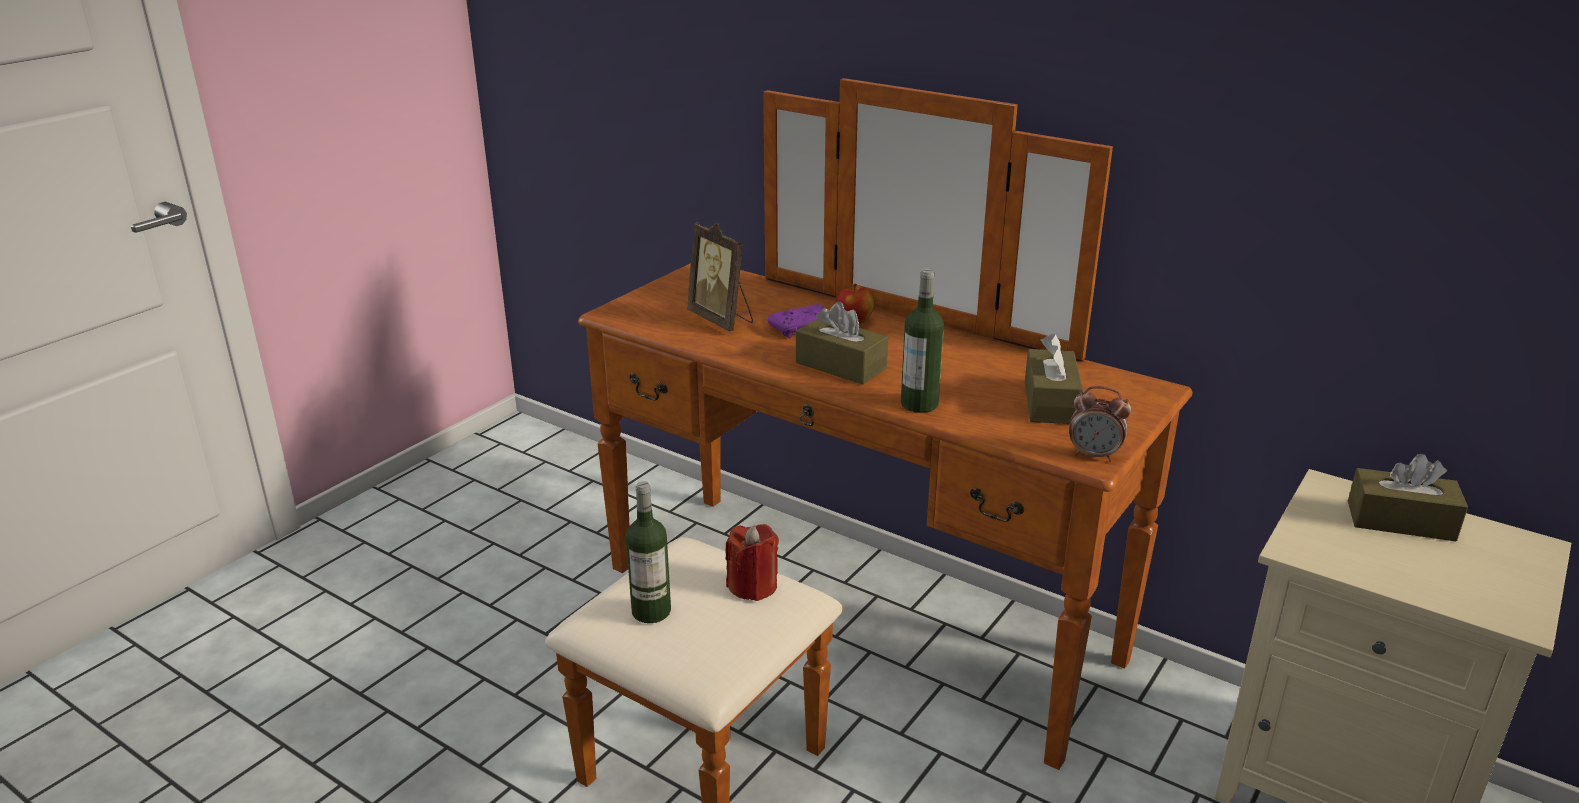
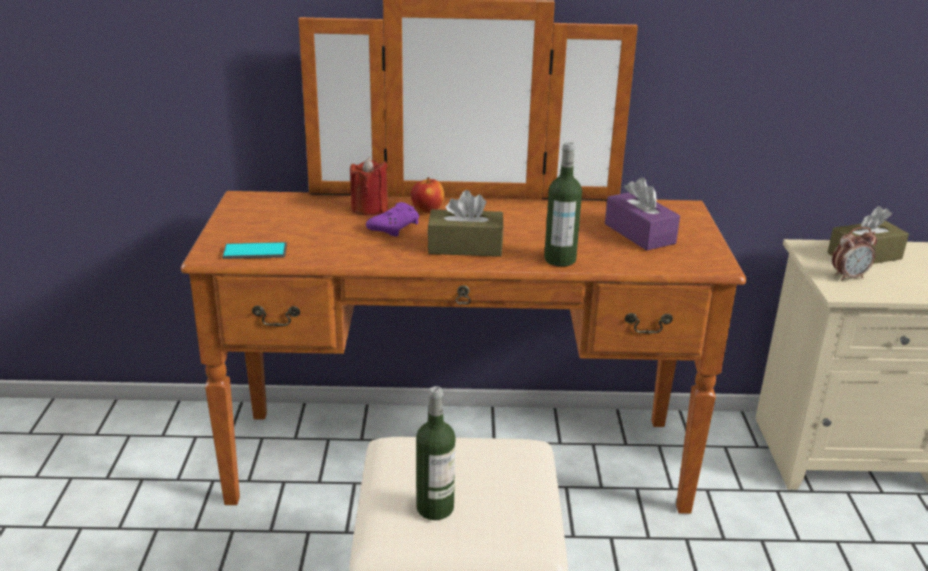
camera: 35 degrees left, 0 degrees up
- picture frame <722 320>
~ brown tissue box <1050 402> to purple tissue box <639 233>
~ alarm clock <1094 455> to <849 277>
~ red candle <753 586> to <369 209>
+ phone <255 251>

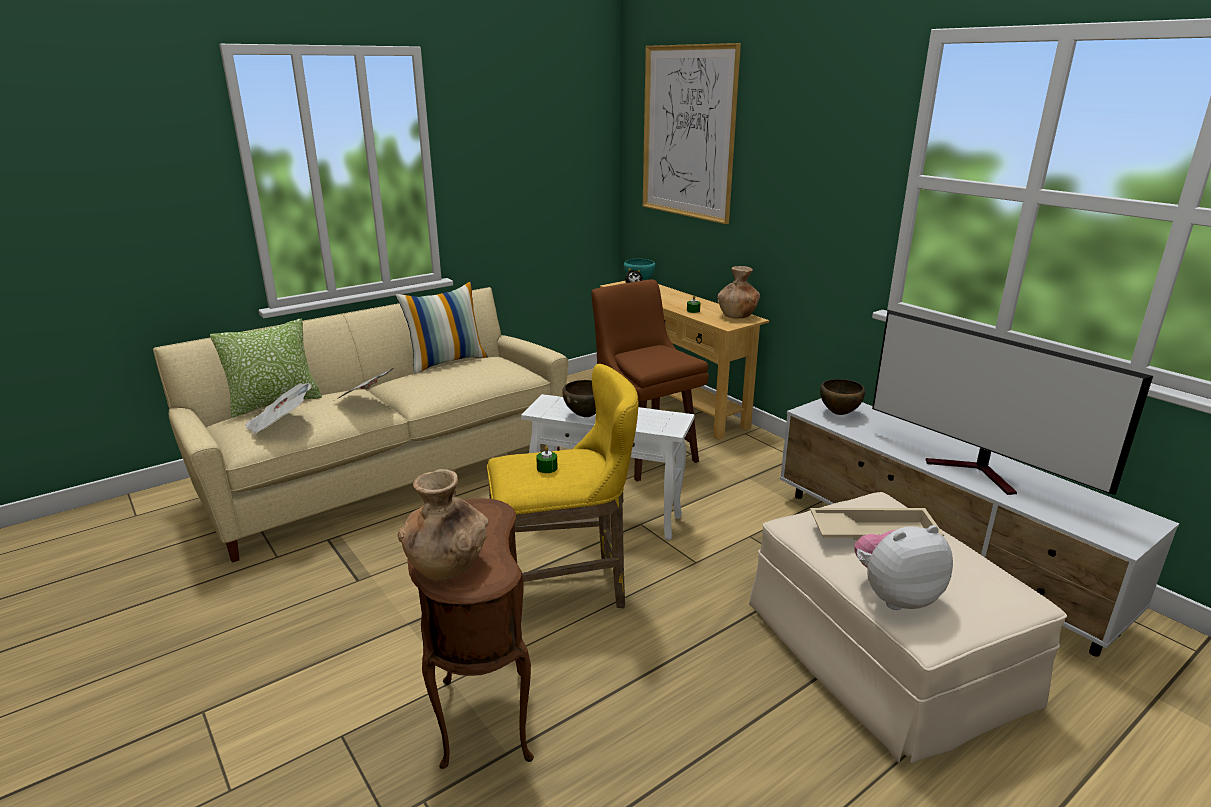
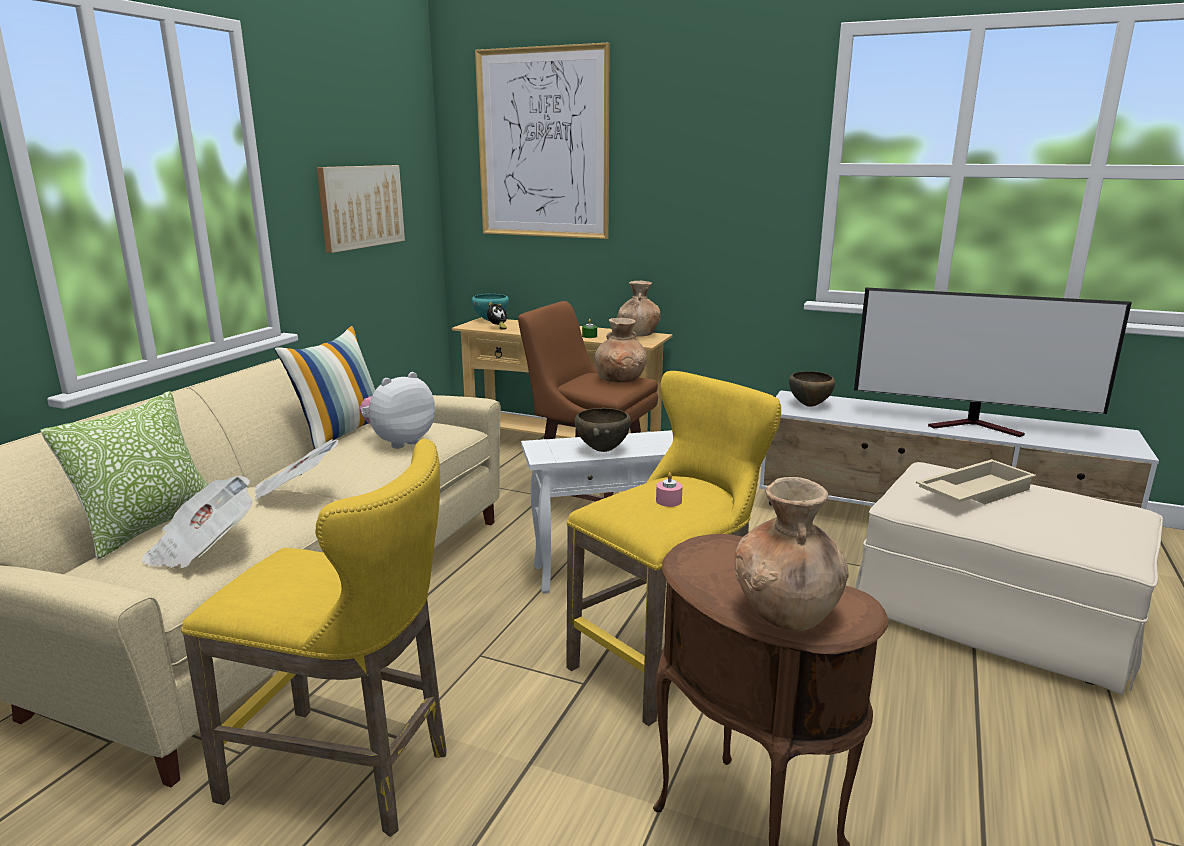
camera: 30 degrees left, 5 degrees down
~ green candle <547 468> to pink candle <668 501>
~ plush toy <894 596> to <399 442>
+ picture <361 206>
+ brown vase <620 380>
+ yellow stool <349 775>

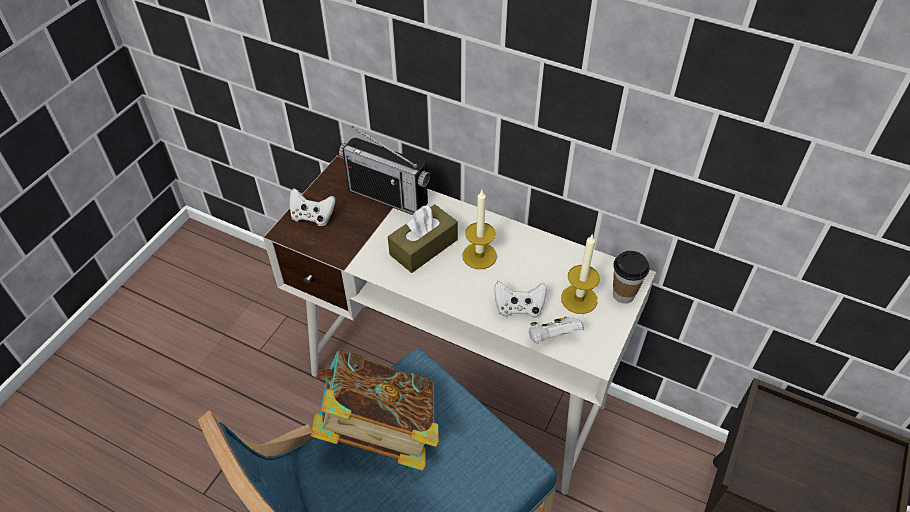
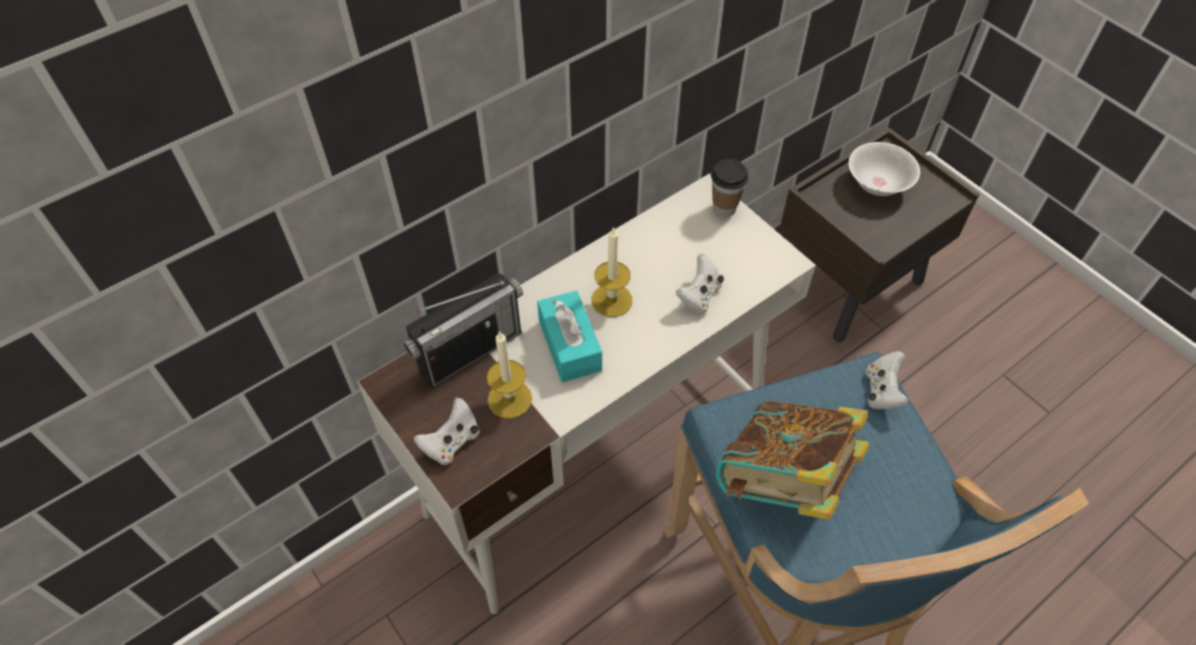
camera: 65 degrees left, 5 degrees up
~ brown tissue box <423 247> to turquoise tissue box <570 345>
~ candle <579 299> to <509 399>
~ white game controller <552 338> to <882 391>
+ white bowl <877 185>

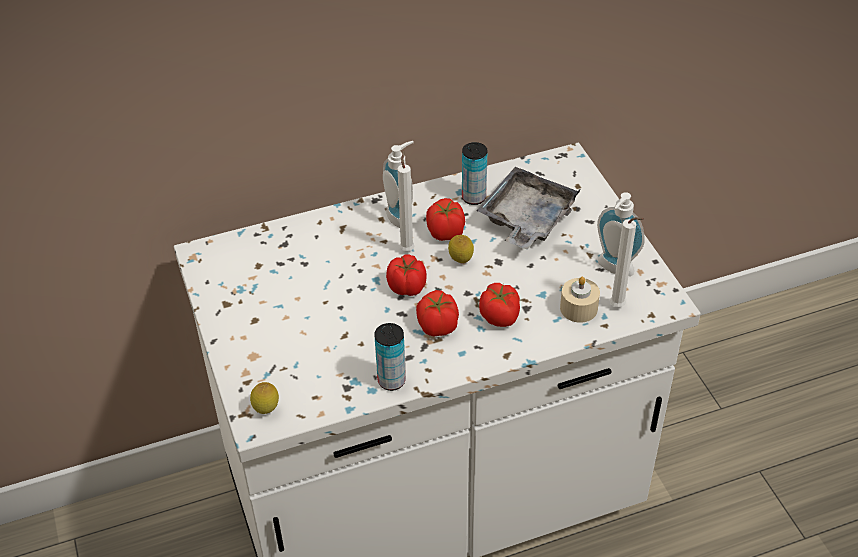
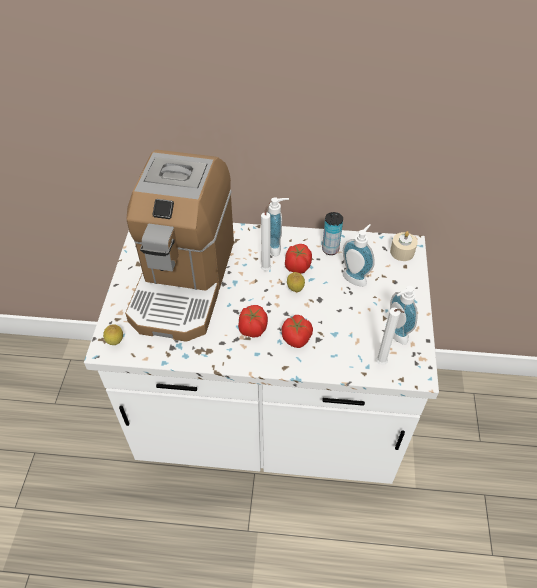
camera: 25 degrees right, 5 degrees up
~ grey tray <526 219> to soap dispenser <356 277>
- tomato <407 287>
~ beige candle <578 308> to <402 252>
- can <391 381>
+ coffee machine <183 281>

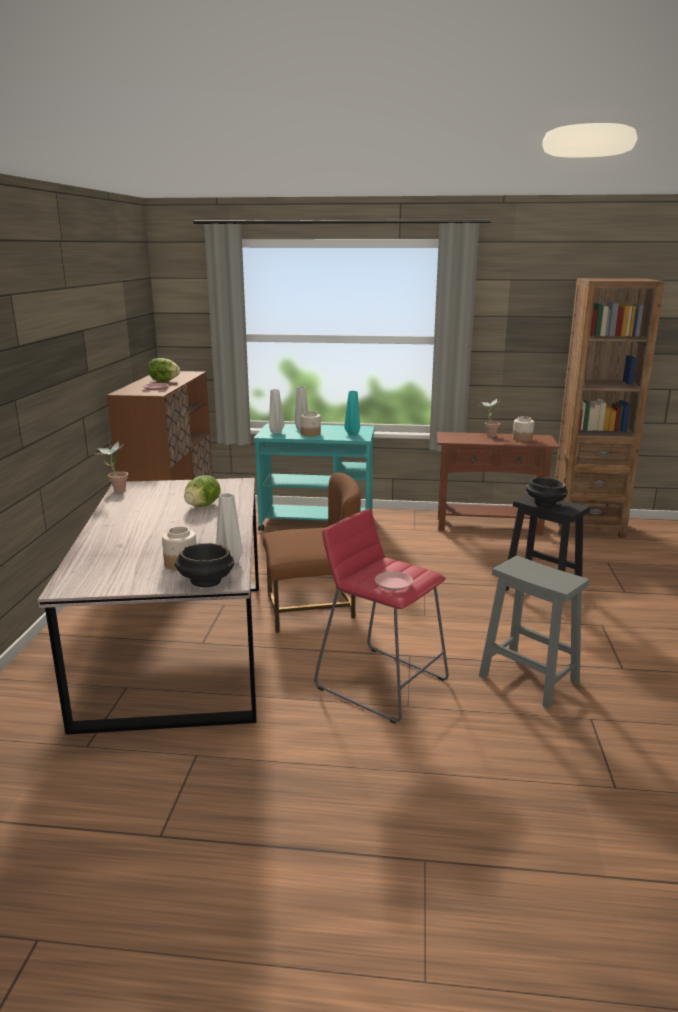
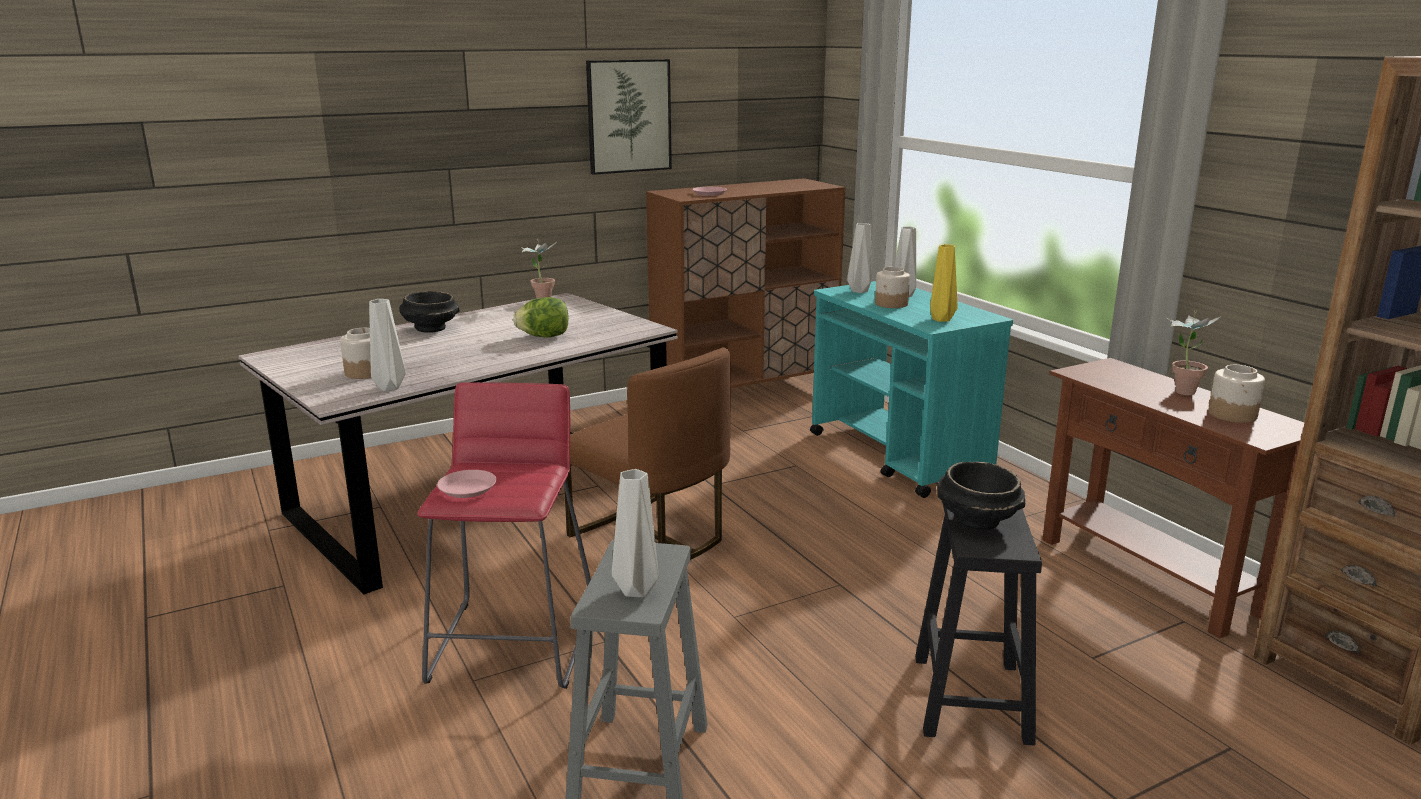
camera: 55 degrees right, 0 degrees up
- lettuce <164 381>
~ turquoise vase <353 434> to yellow vase <941 320>
~ black bowl <205 581> to <431 328>
+ picture <628 116>
+ grey vase <635 589>

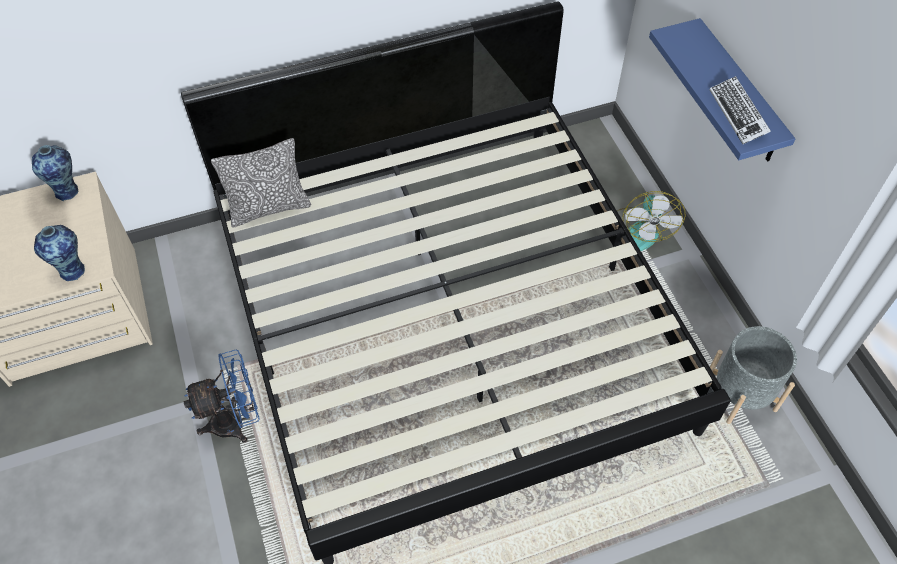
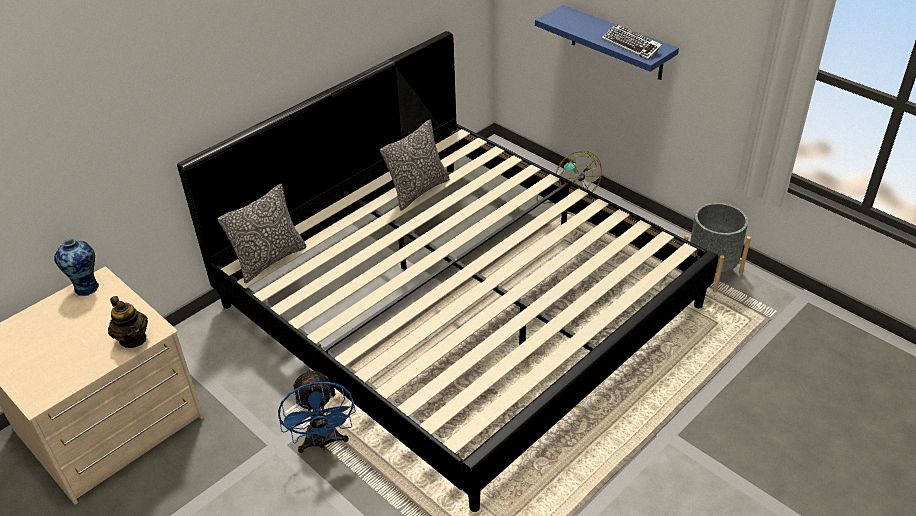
camera: 25 degrees left, 15 degrees down
~ vase <72 269> to teapot <133 339>
~ blue fan <236 421> = <323 443> 120 degrees clockwise
+ pillow <418 191>

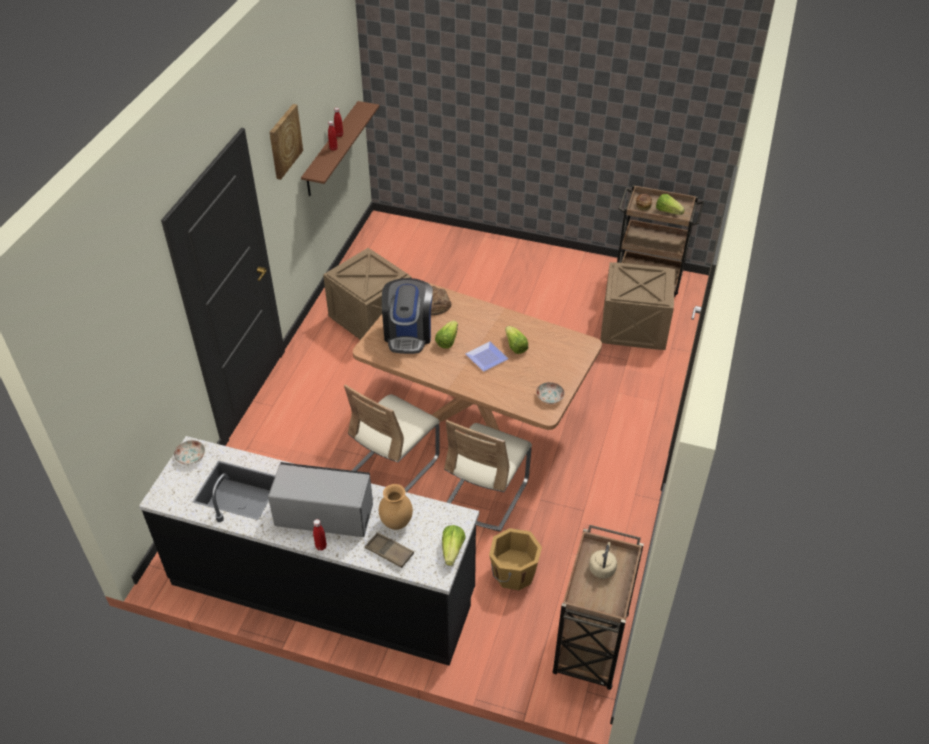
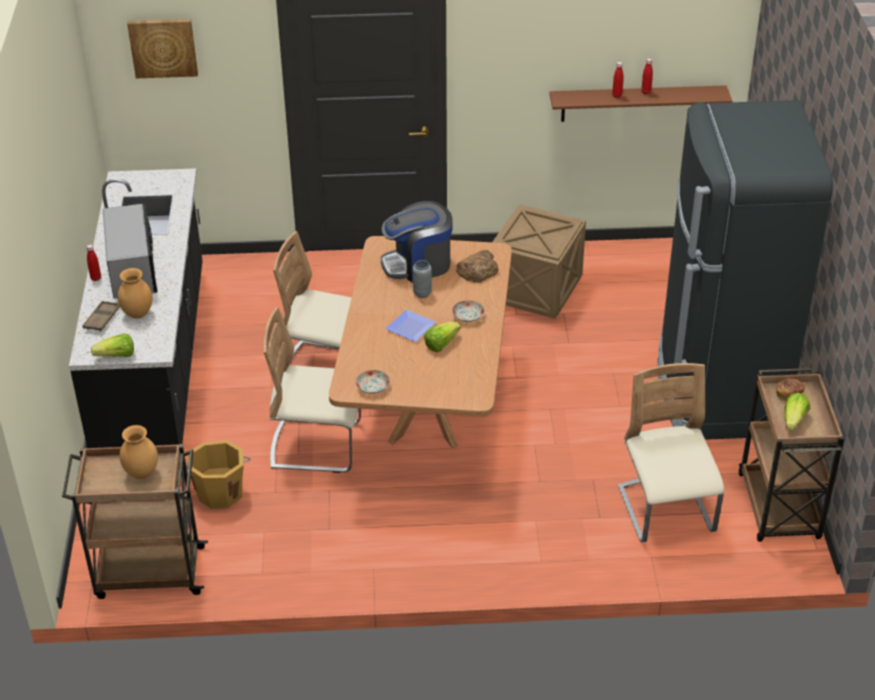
camera: 70 degrees right, 5 degrees down
~ picture <284 141> to <163 47>
~ crate <632 327> to beige chair <666 511>
~ lettuce <447 340> to grey vase <422 293>
~ plate <190 456> to <468 316>
~ beige kettle <602 568> to brown vase <142 473>
+ black fridge <717 393>

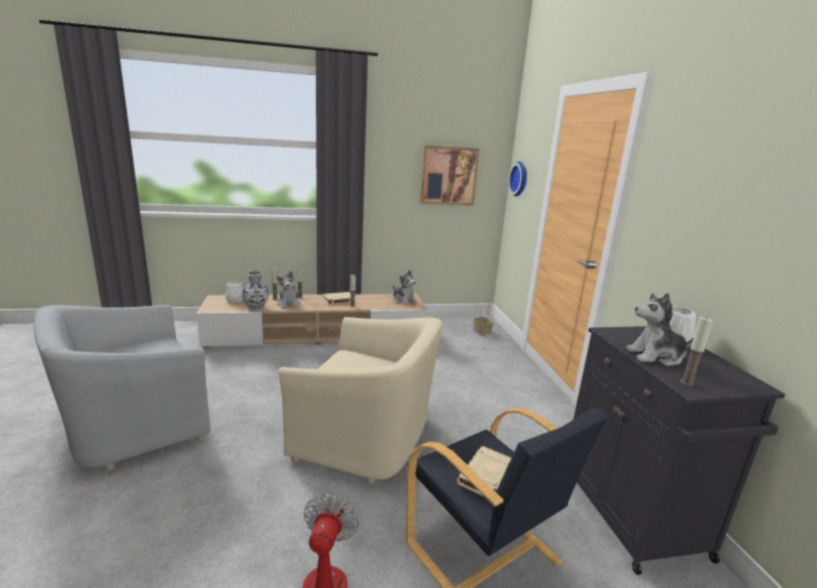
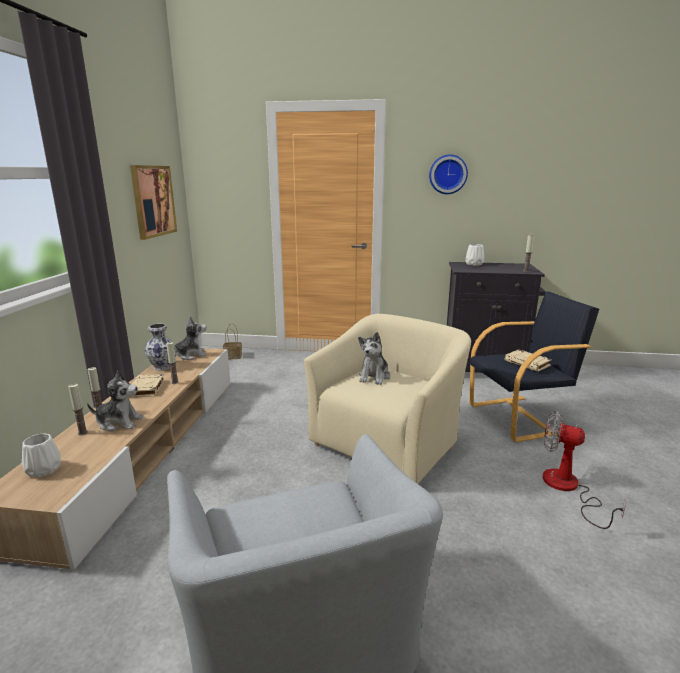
camera: 70 degrees left, 0 degrees up
~ wall clock <520 179> to <448 174>
~ vase <256 308> to <162 367>
~ plush toy <656 356> to <374 377>

